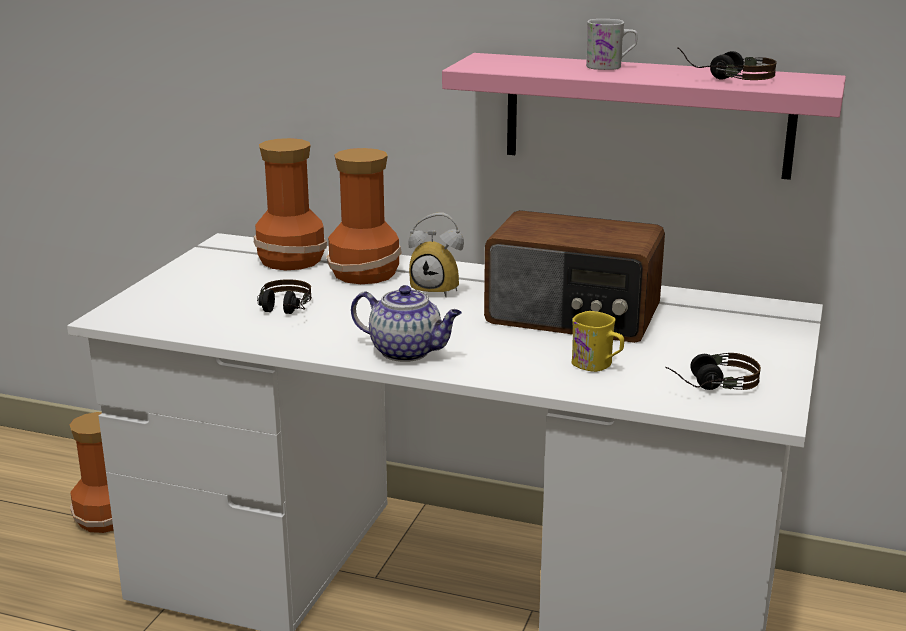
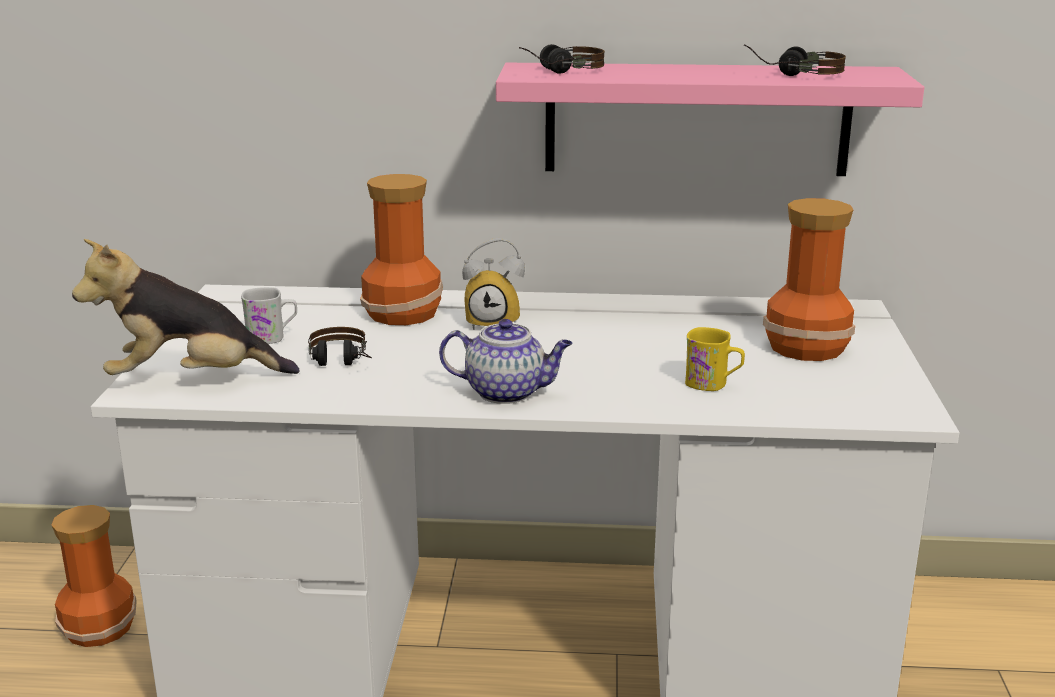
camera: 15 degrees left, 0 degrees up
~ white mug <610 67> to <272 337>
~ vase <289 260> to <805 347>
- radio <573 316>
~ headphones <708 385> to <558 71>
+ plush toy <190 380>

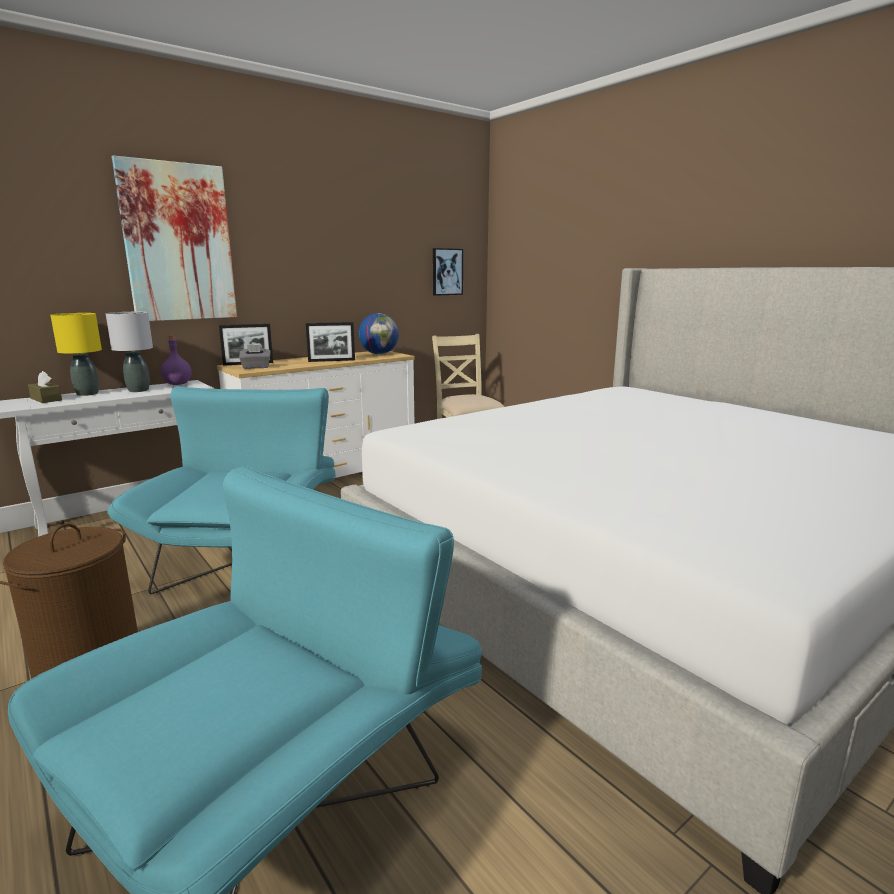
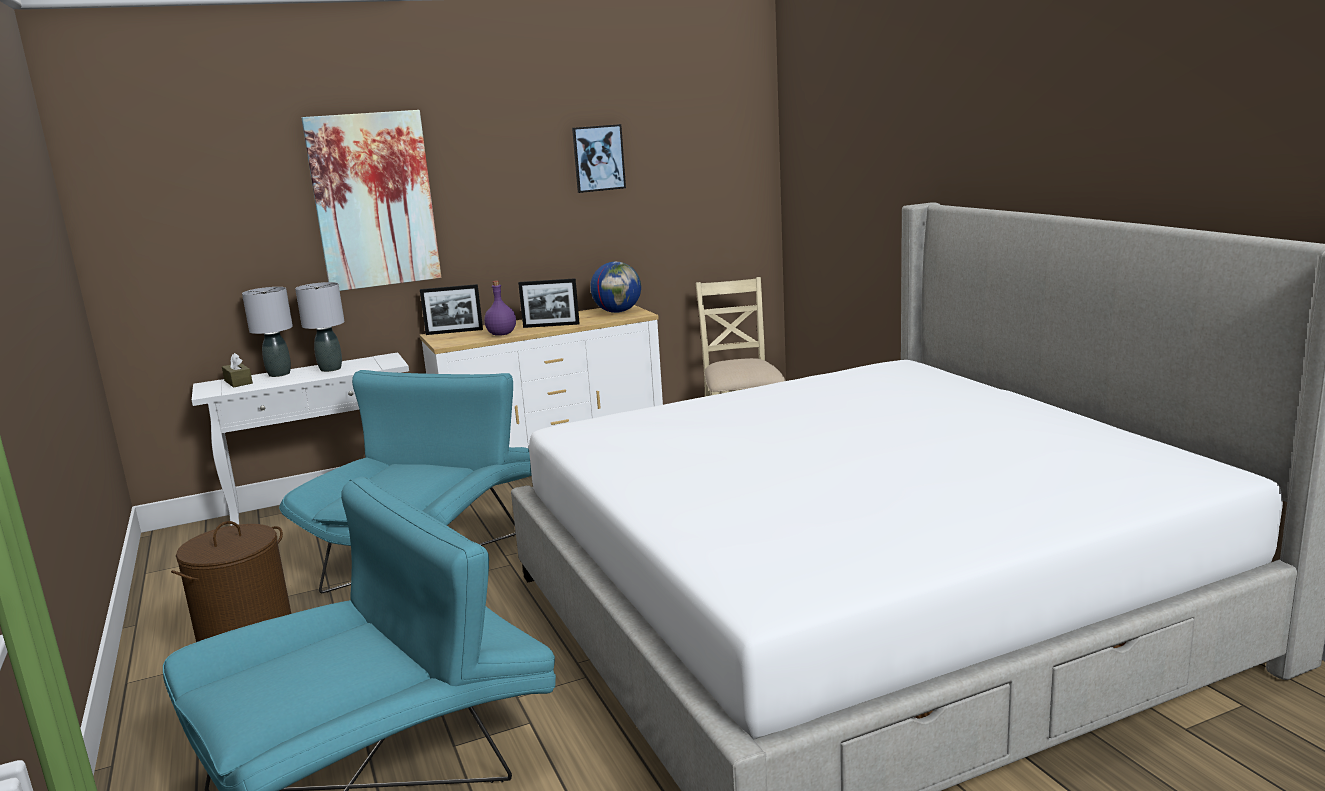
camera: 15 degrees right, 0 degrees up
~ picture <447 272> to <598 158>
~ yellow table lamp <88 394> to grey table lamp <279 374>
~ purple bottle <177 384> to <501 334>
- grey tissue box <256 367>

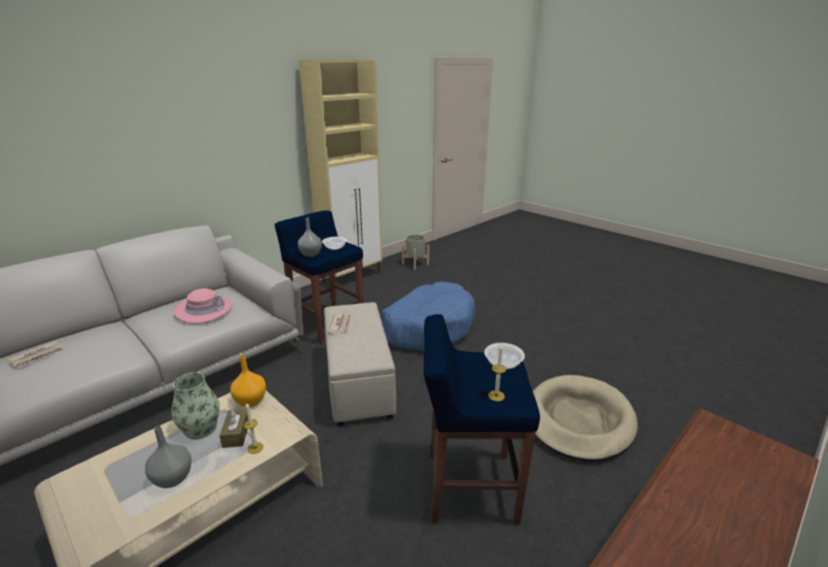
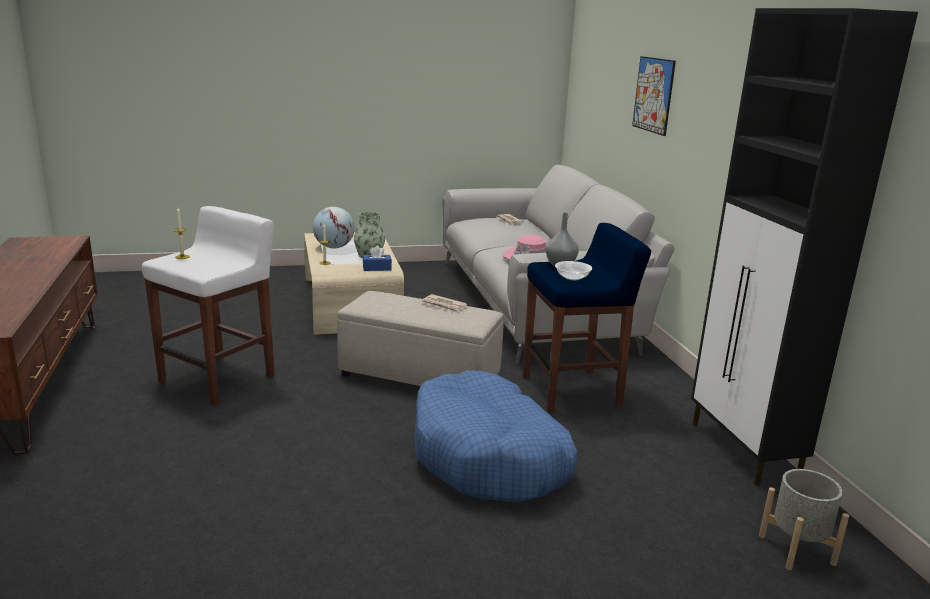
camera: 120 degrees right, 5 degrees down
~ beige cabinet <352 277> to black cabinet <744 451>
~ blue stool <469 486> to white stool <219 378>
- bowl <503 364>
~ orange vase <251 401> to blue tissue box <377 268>
- beige dog bed <578 420>
- brown tissue box <236 434>
~ grey vase <172 479> to globe <334 247>
+ picture <653 95>

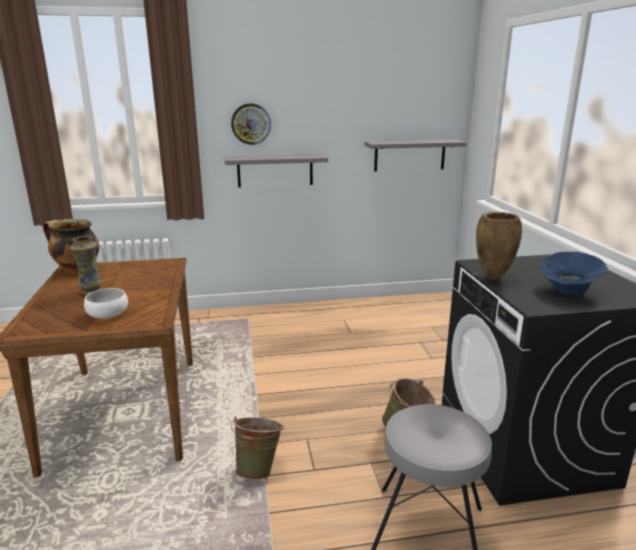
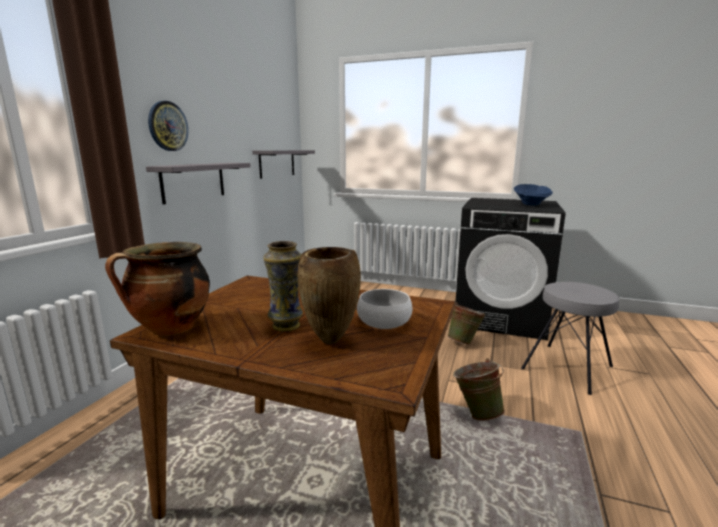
camera: 60 degrees left, 5 degrees down
~ brown vase <492 278> to <330 341>

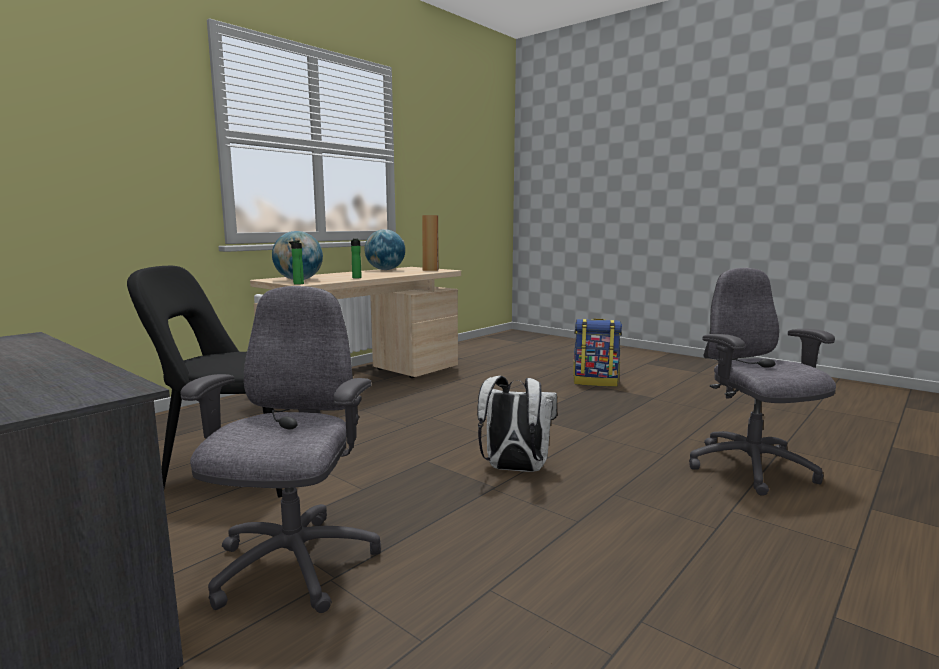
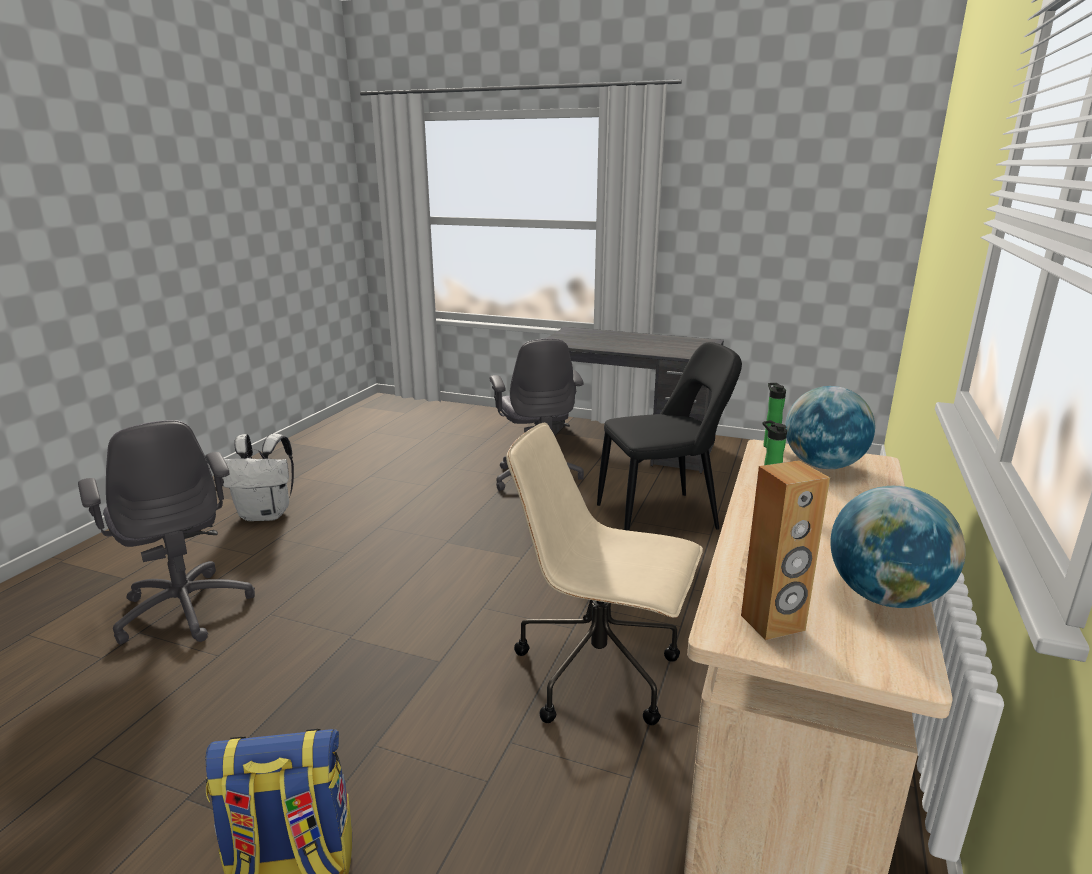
camera: 160 degrees right, 10 degrees up
~ white backpack <514 469> to <267 514>
+ beige office chair <600 672>

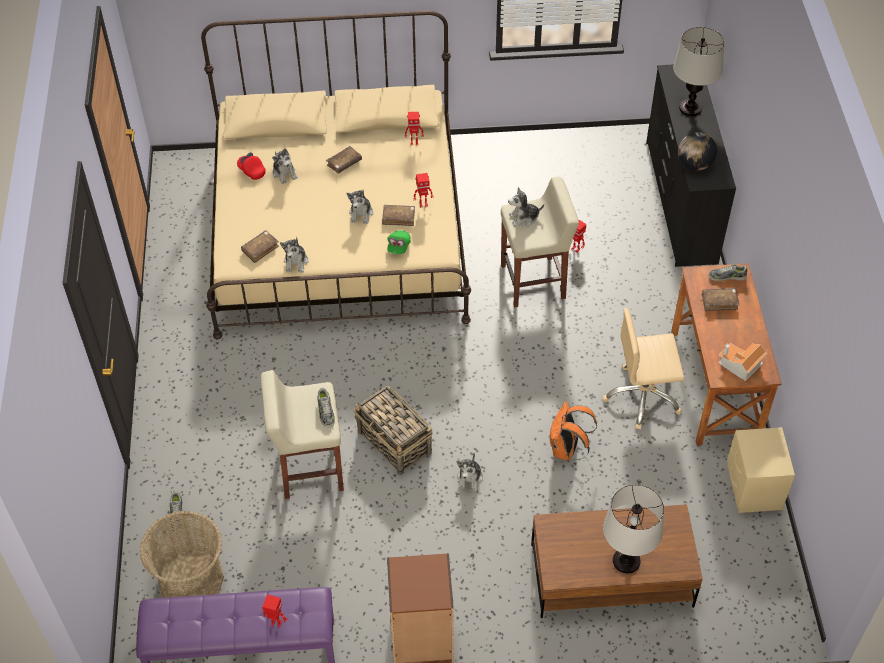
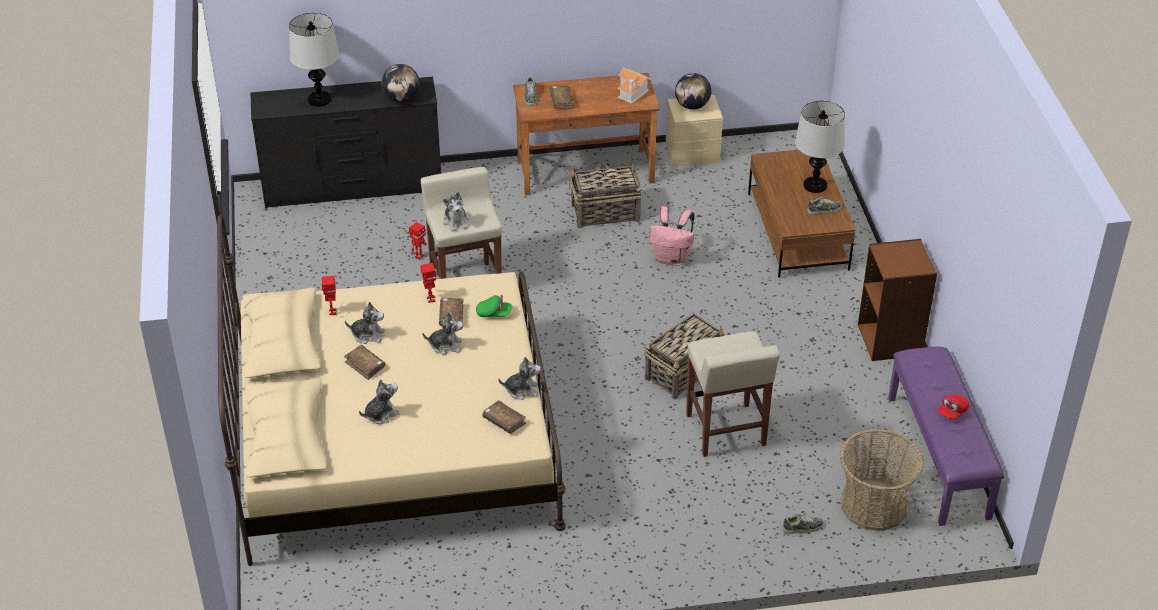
camera: 95 degrees left, 10 degrees down
~ red cap <251 171> to <952 412>
~ beige office chair <642 397> to basket <604 213>
~ shoe <325 411> to <824 210>
~ orange backpack <566 449> to pink backpack <672 258>
~ plush toy <470 478> to <368 335>
- toy robot <276 623>
+ globe <692 106>

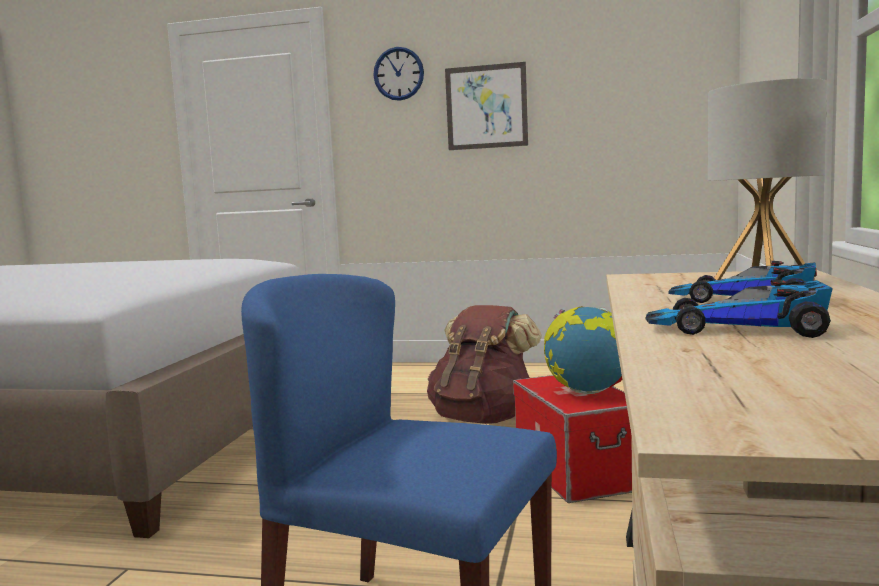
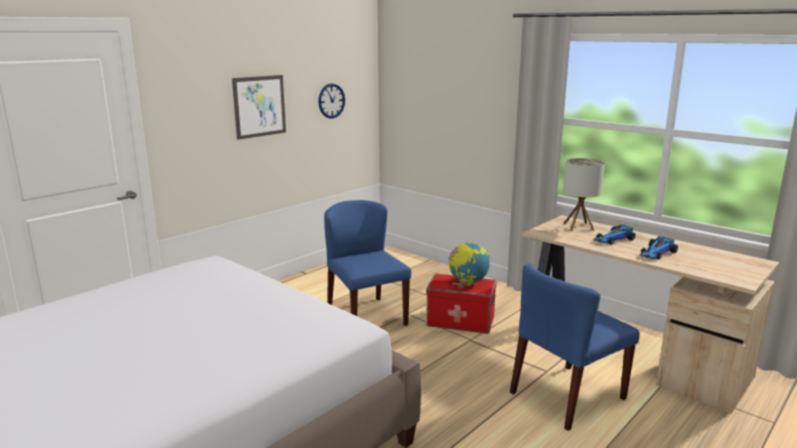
camera: 60 degrees left, 10 degrees up
~ wall clock <398 73> to <331 101>
~ brown backpack <484 419> to blue chair <366 316>

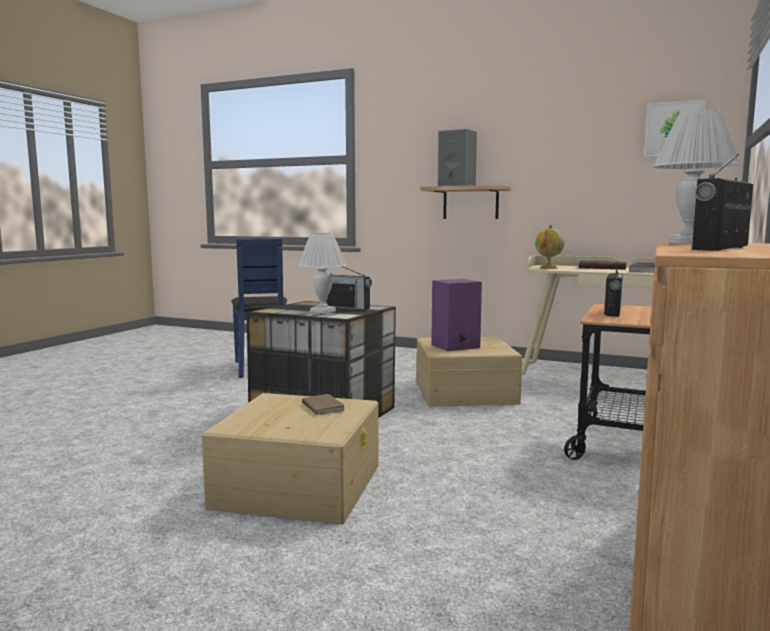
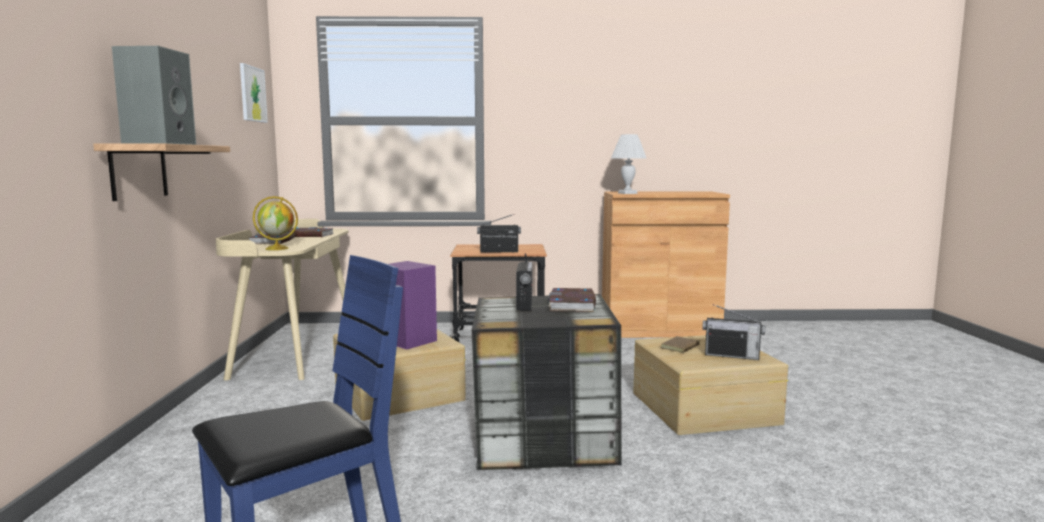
camera: 115 degrees left, 0 degrees up
~ radio <720 248> to <731 355>
~ white table lamp <322 311> to book <572 304>

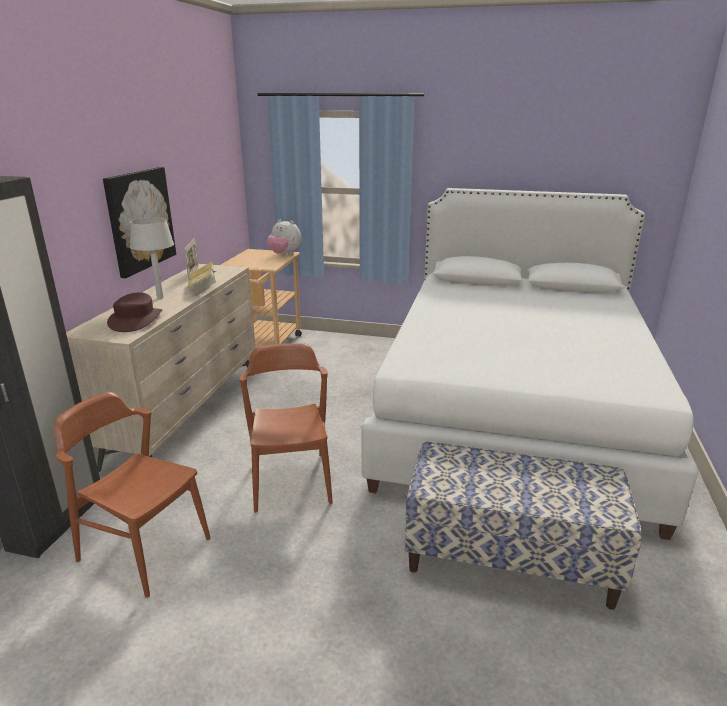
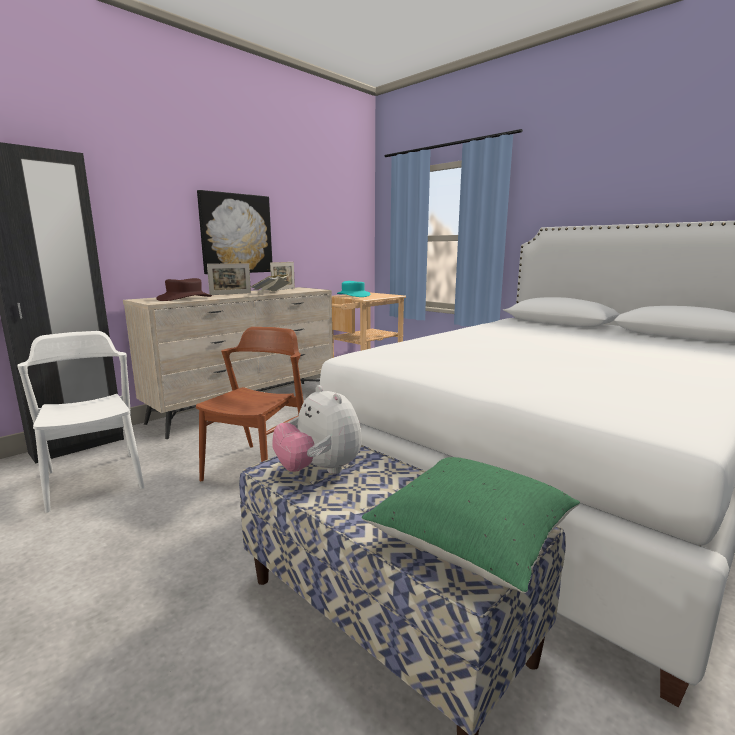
camera: 30 degrees right, 10 degrees down
~ grey table lamp <160 297> to picture frame <230 294>
~ plush toy <284 254> to <319 470>
~ brown chair <144 549> to white chair <94 479>
+ turquoise hat <353 295>
+ green pillow <471 541>

